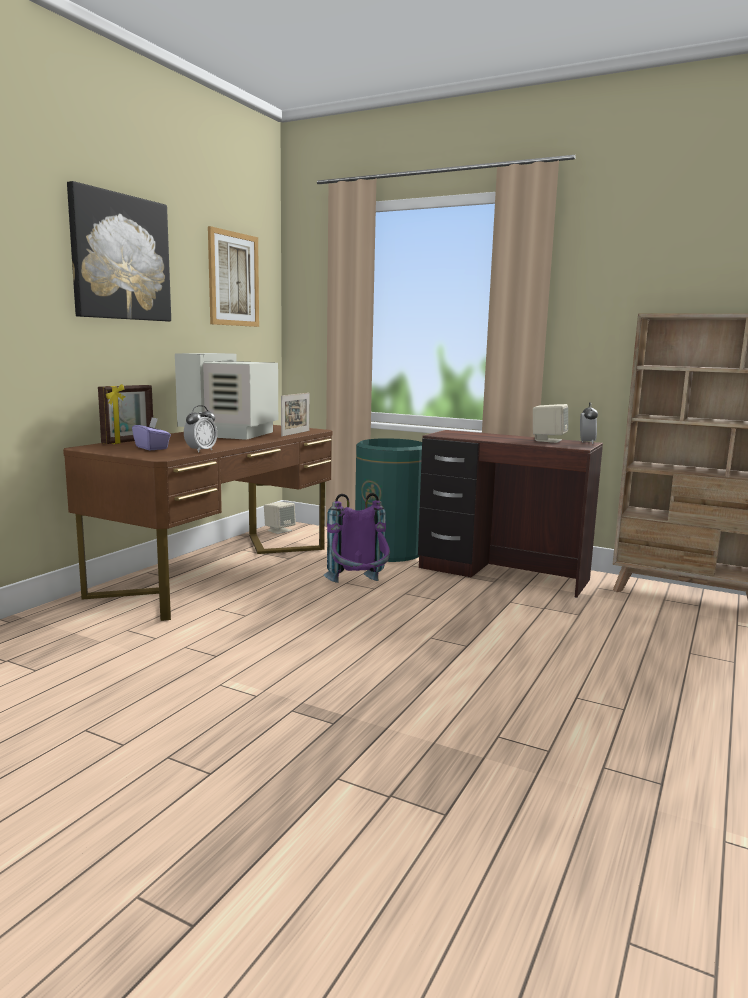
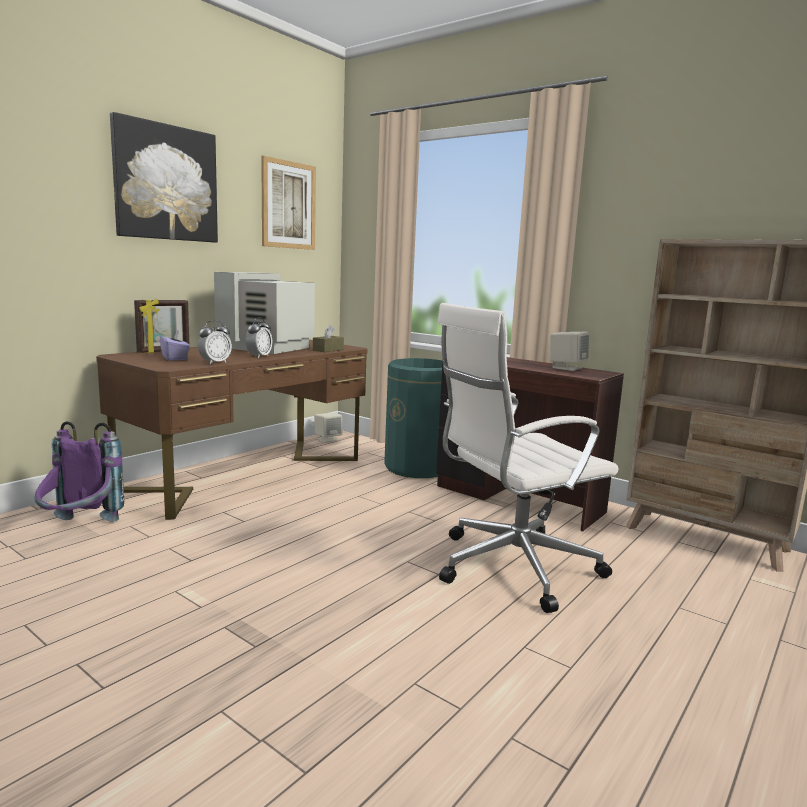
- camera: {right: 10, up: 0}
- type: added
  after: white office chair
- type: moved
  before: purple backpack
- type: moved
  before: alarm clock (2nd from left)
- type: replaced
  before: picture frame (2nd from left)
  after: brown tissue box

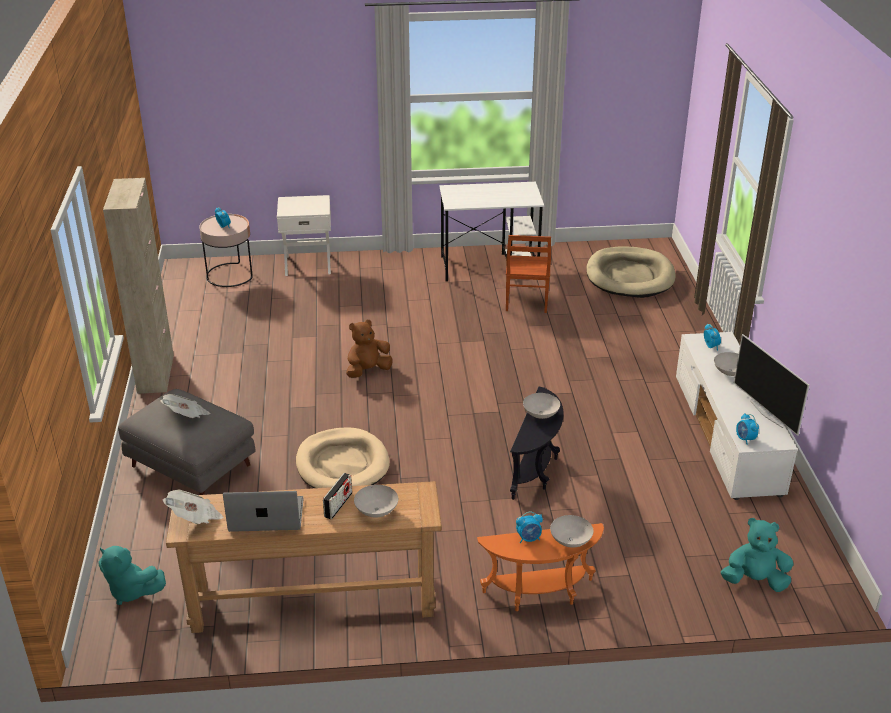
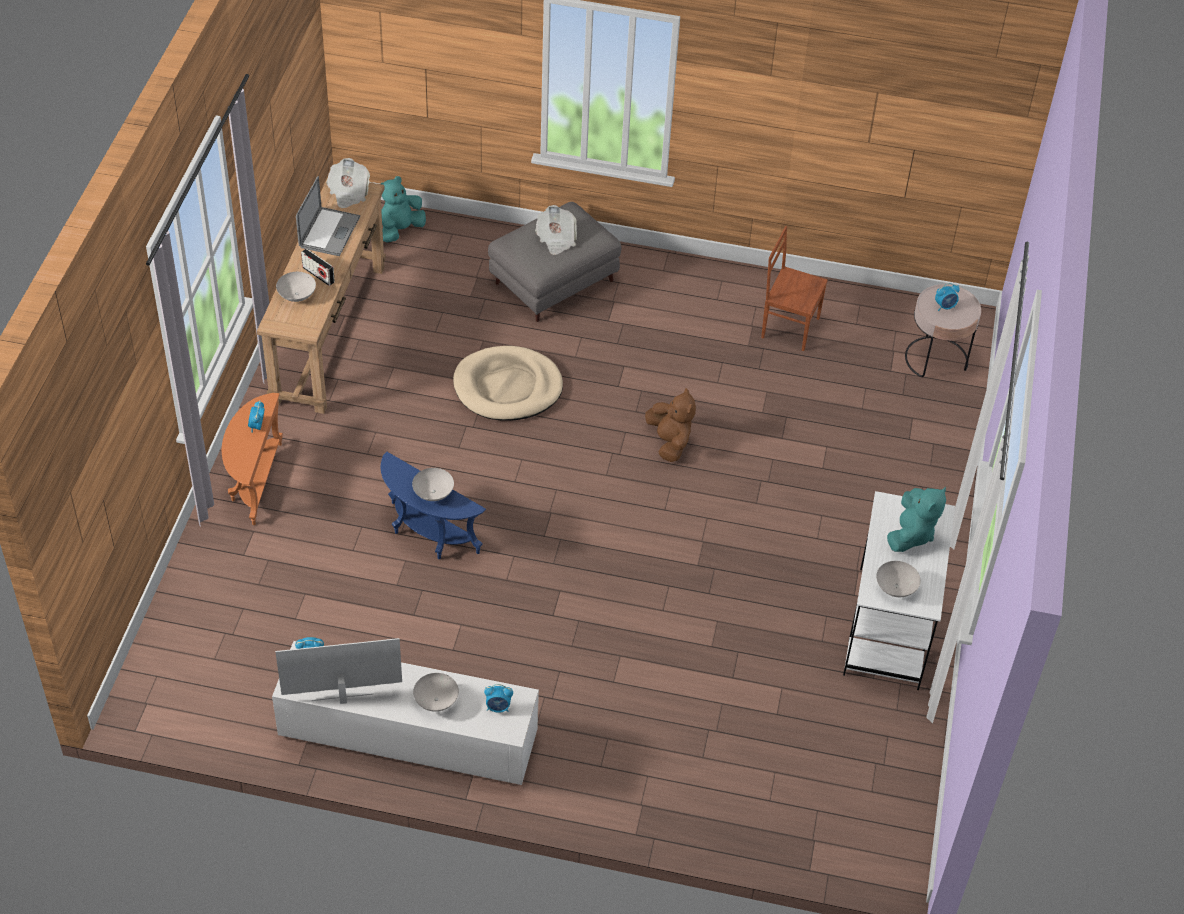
- camera: {right: 105, up: 15}
- type: removed
  before: beige cabinet
- type: removed
  before: white nightstand
- type: removed
  before: beige dog bed (2nd from left)
- type: moved
  before: brown chair
- type: moved
  before: white bowl (3rd from left in the first image)
  after: white bowl (4th from left)
- type: moved
  before: turquoise plush toy (2nd from left)
- type: recoloured
  before: black side table
  after: blue side table

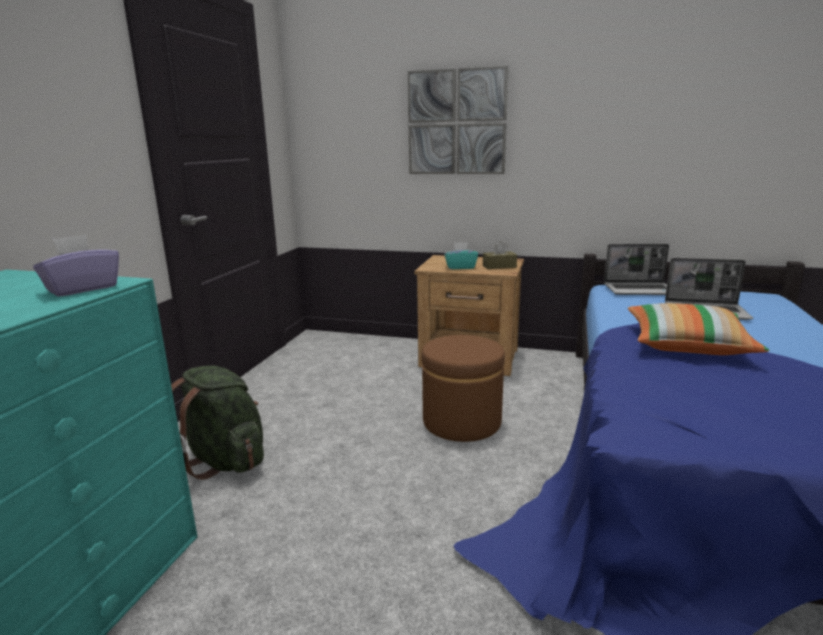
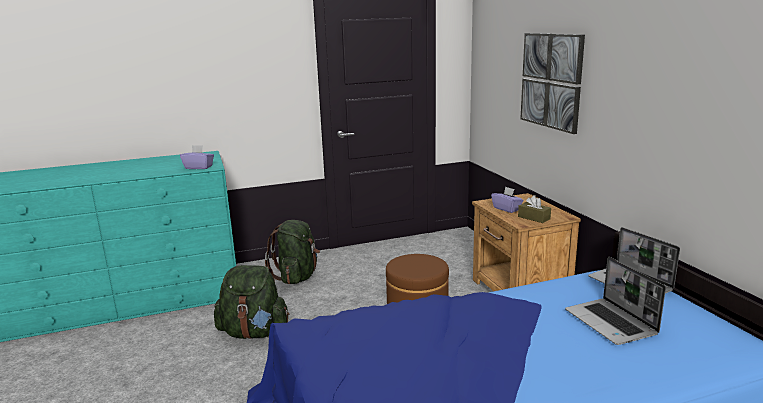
- camera: {right: 55, up: 0}
- type: removed
  before: pillow
- type: added
  after: green backpack (1st from left)
- type: recoloured
  before: turquoise tissue box
  after: purple tissue box (2nd from left)

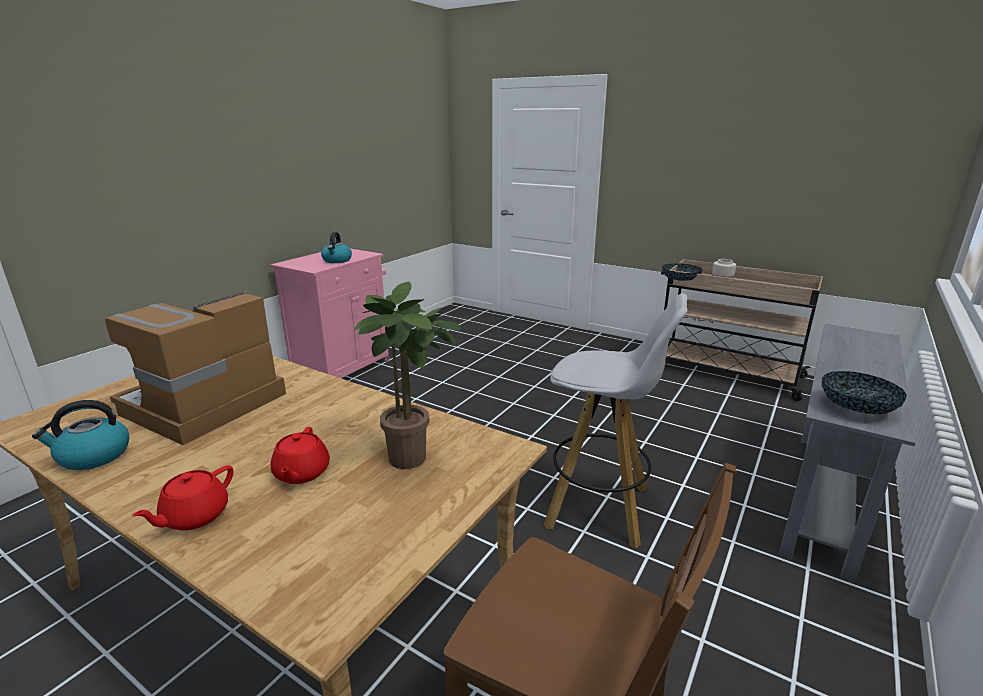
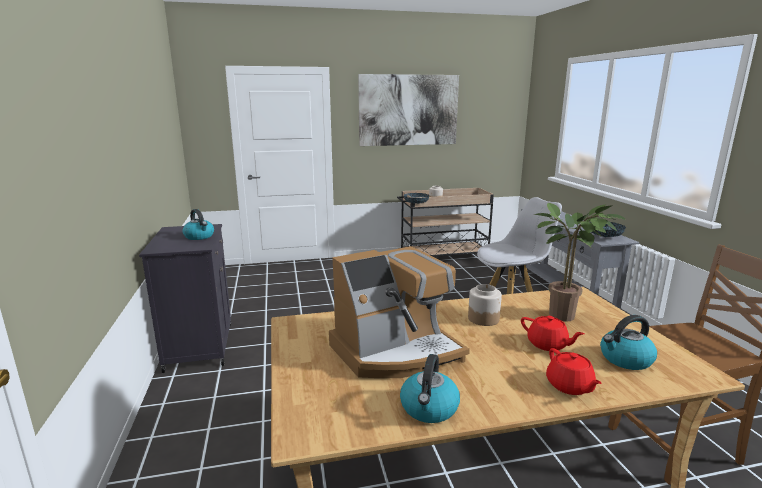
- camera: {right: -45, up: -5}
- type: added
  after: picture
- type: added
  after: jar (2nd from left)
- type: added
  after: kettle (3rd from left)
- type: recoloured
  before: pink cabinet
  after: black cabinet
- type: turned
  before: coffee machine
  turn: -105

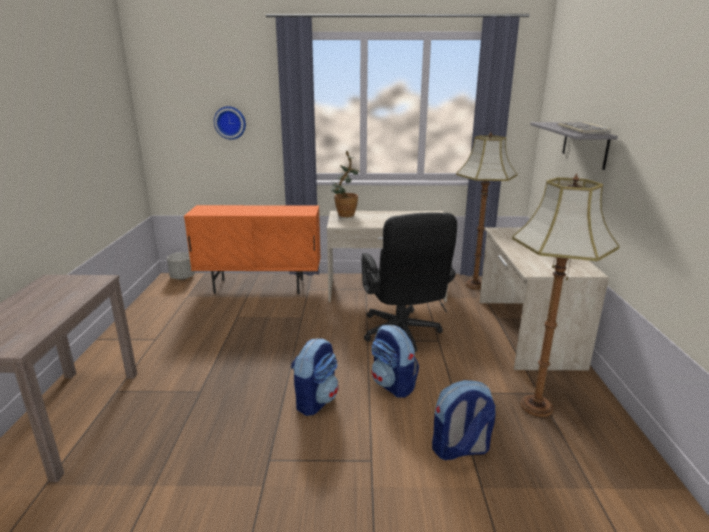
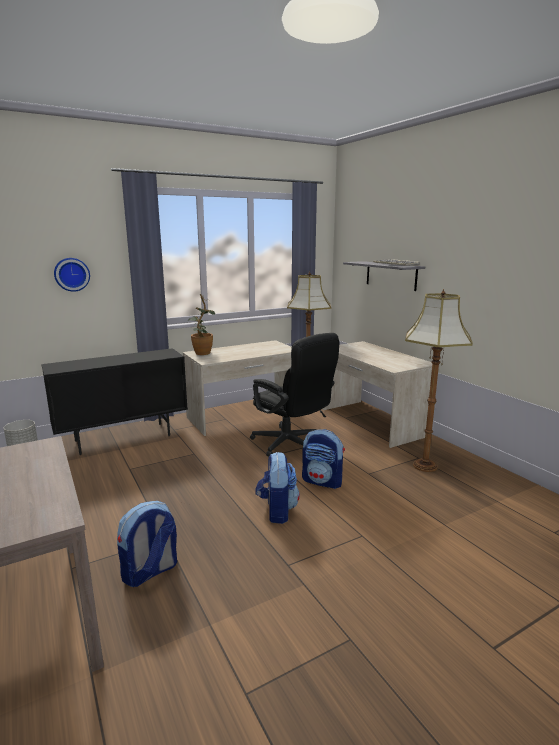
- camera: {right: -30, up: -5}
- type: moved
  before: backpack (3rd from left in the first image)
  after: backpack (1st from left)
- type: recoloured
  before: orange cabinet
  after: black cabinet

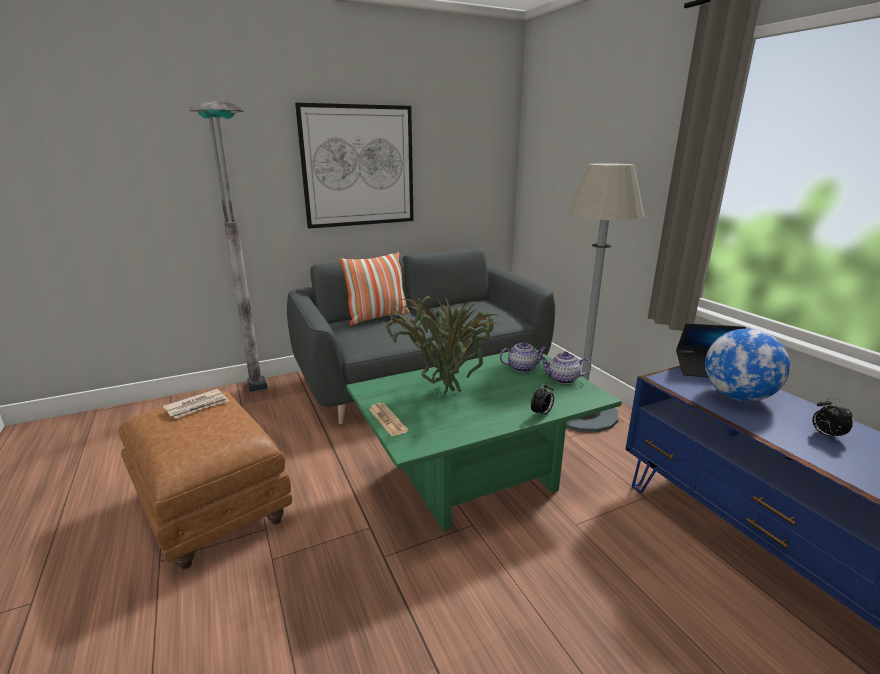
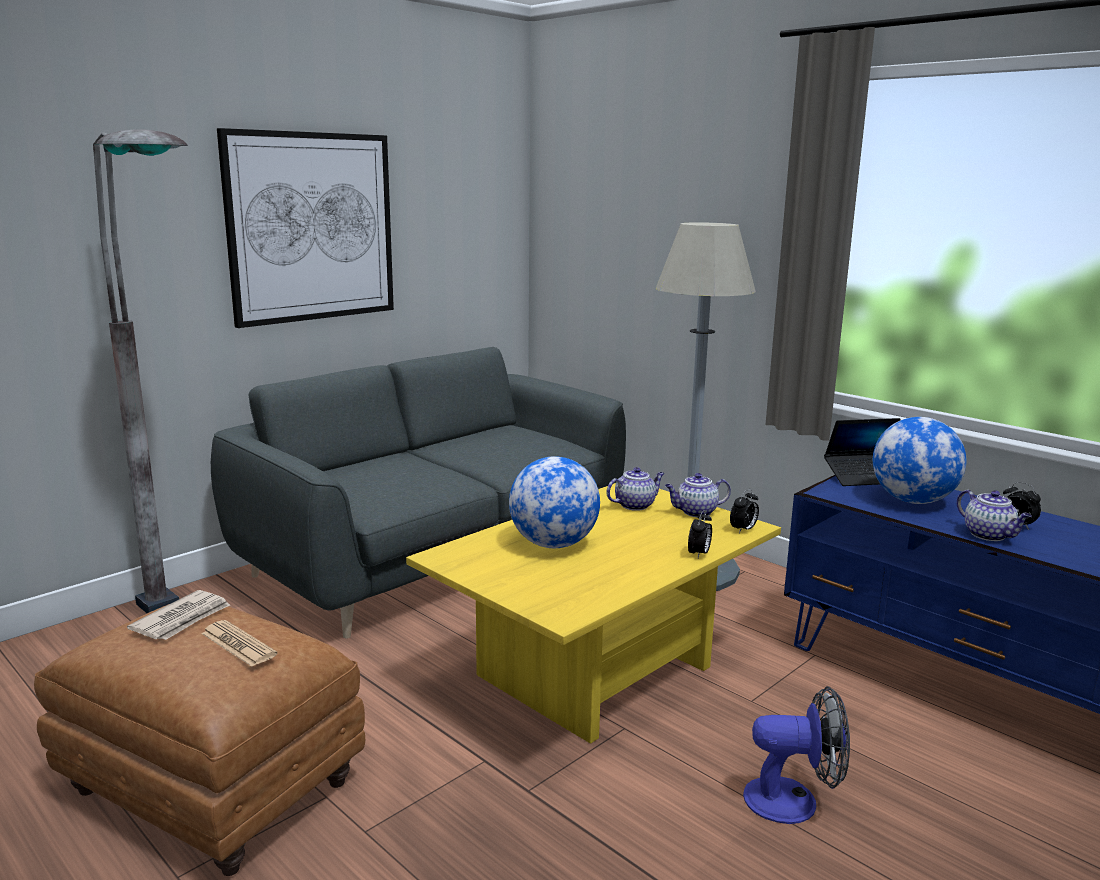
- camera: {right: -20, up: -5}
- type: removed
  before: pillow
- type: added
  after: alarm clock (2nd from left)
- type: added
  after: fan
- type: added
  after: teapot (3rd from left)
- type: moved
  before: newspaper (2nd from left)
- type: replaced
  before: potted plant
  after: globe (1st from left)
- type: recoloured
  before: green coffee table
  after: yellow coffee table

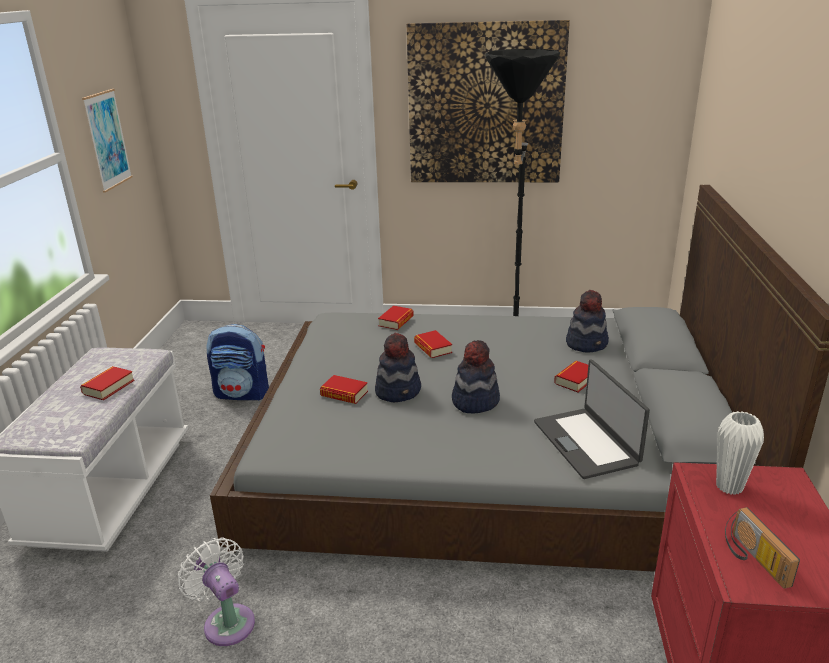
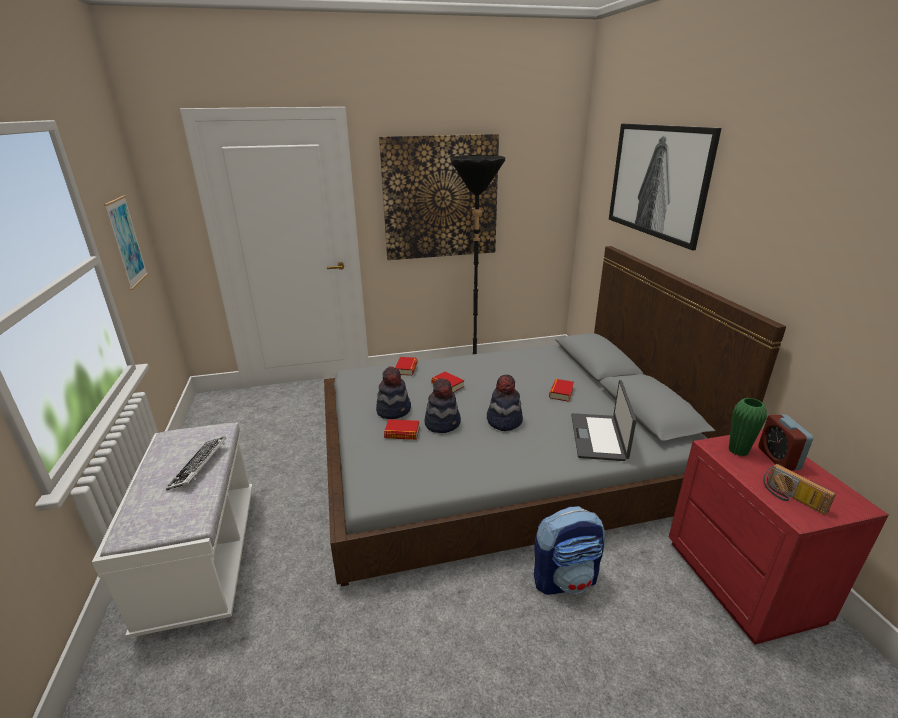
- camera: {right: -20, up: 0}
- type: removed
  before: white fan
- type: added
  after: picture (3rd from left)
- type: added
  after: alarm clock
- type: moved
  before: backpack
- type: moved
  before: hat (3rd from left in the first image)
  after: hat (1st from left)
- type: replaced
  before: book (1st from left)
  after: keyboard
- type: recoloured
  before: white vase
  after: green vase
- type: turned
  before: laptop
  turn: 45

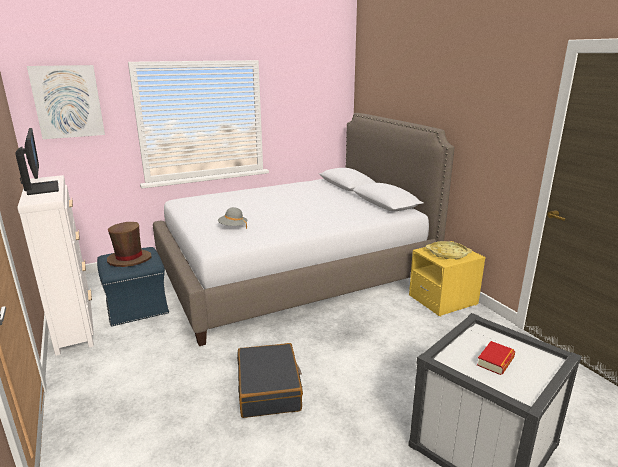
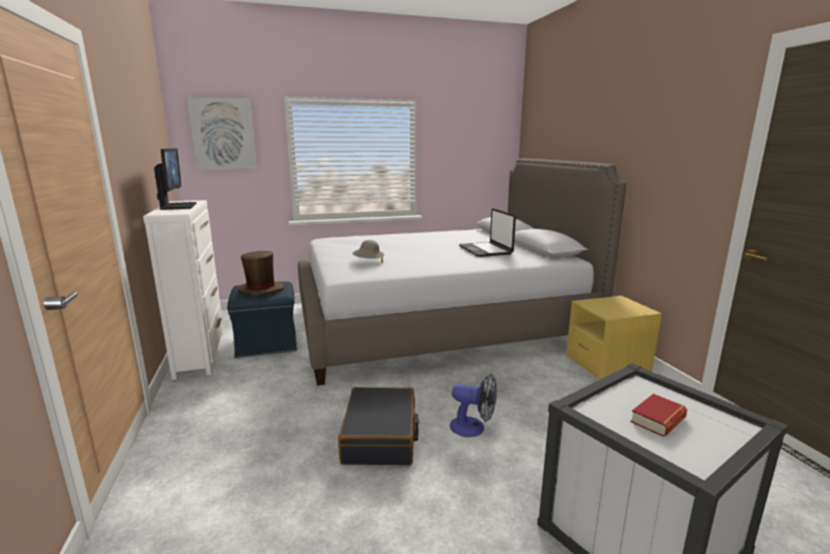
- camera: {right: 10, up: -5}
- type: removed
  before: yellow tray
- type: added
  after: fan
- type: added
  after: laptop

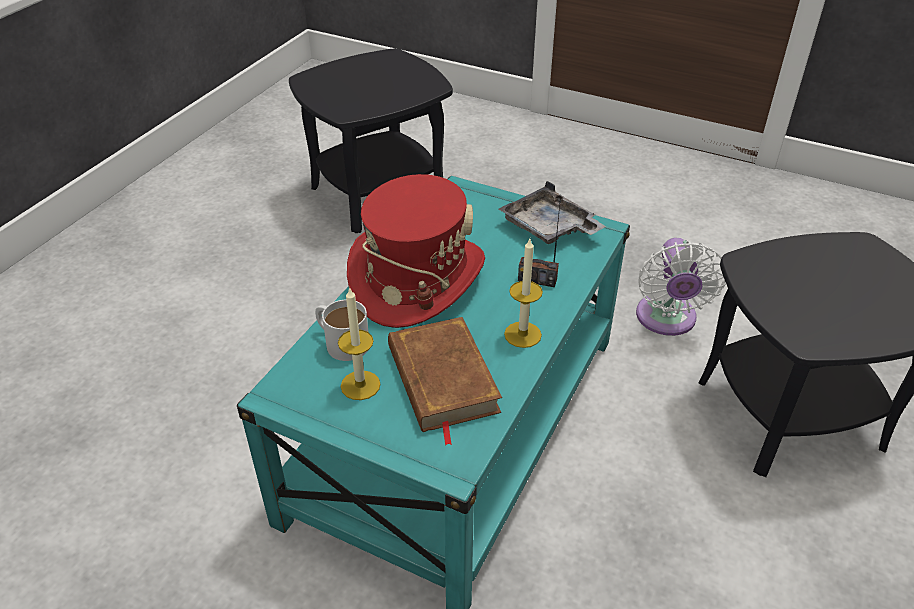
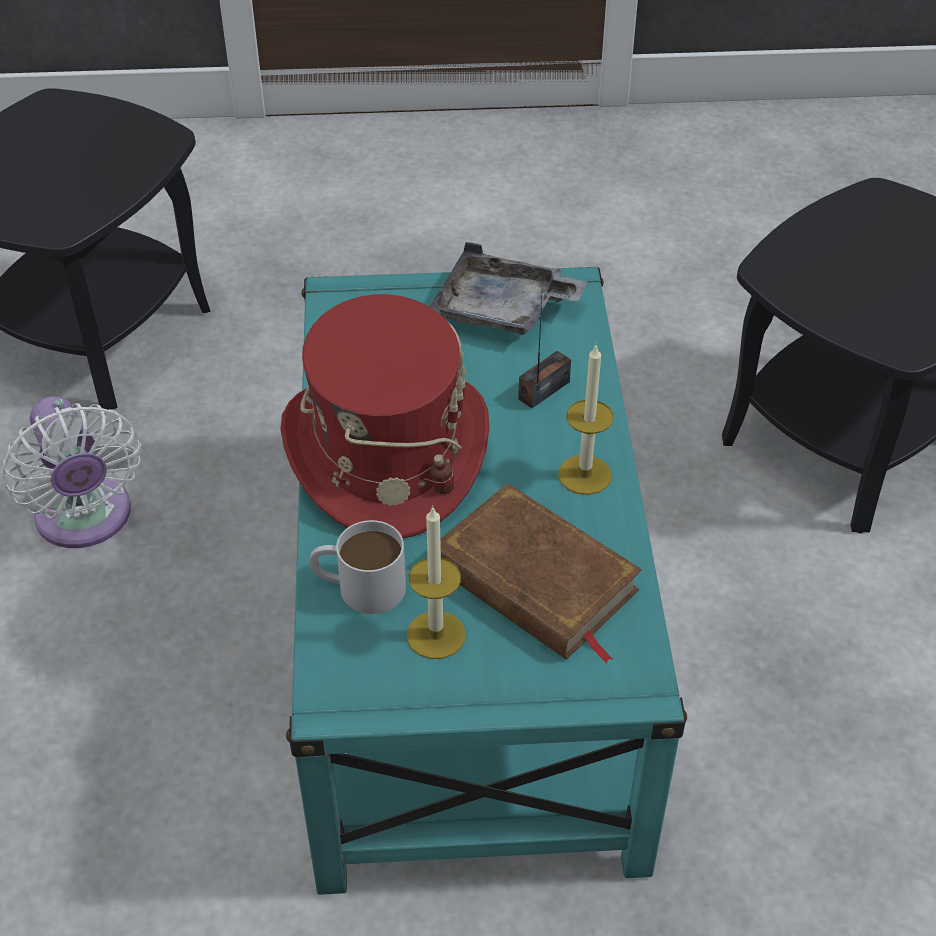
- camera: {right: -30, up: 5}
- type: moved
  before: white fan
- type: turned
  before: radio
  turn: 150

